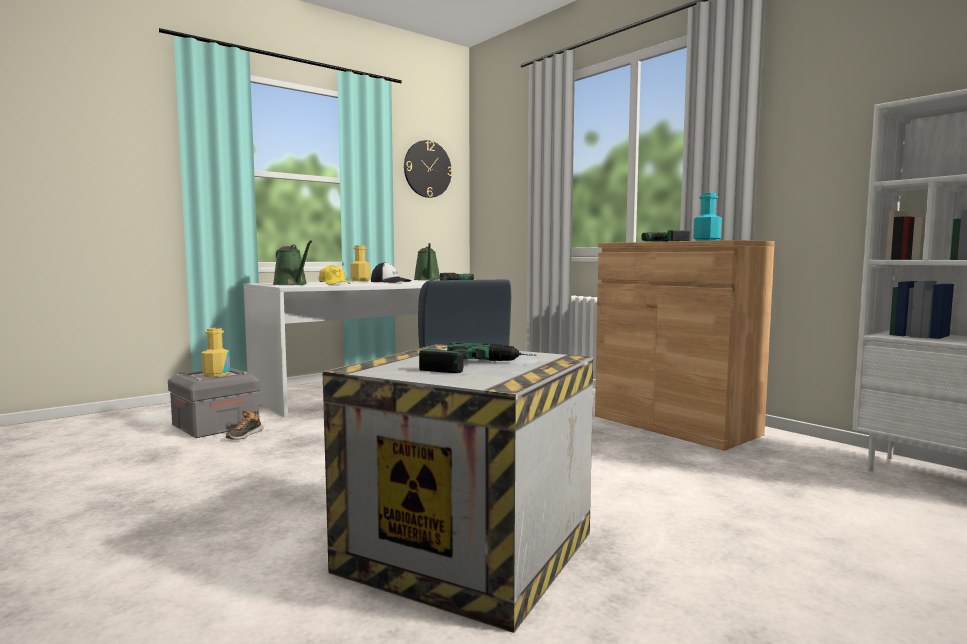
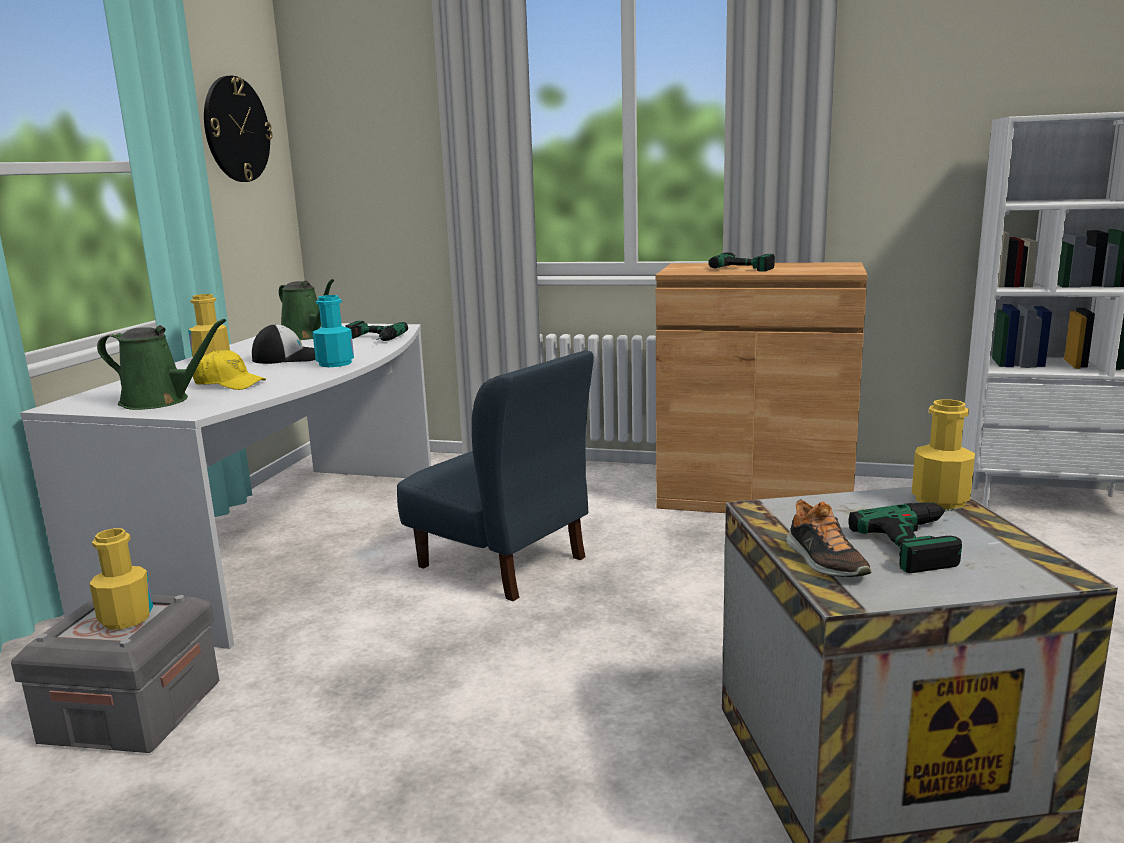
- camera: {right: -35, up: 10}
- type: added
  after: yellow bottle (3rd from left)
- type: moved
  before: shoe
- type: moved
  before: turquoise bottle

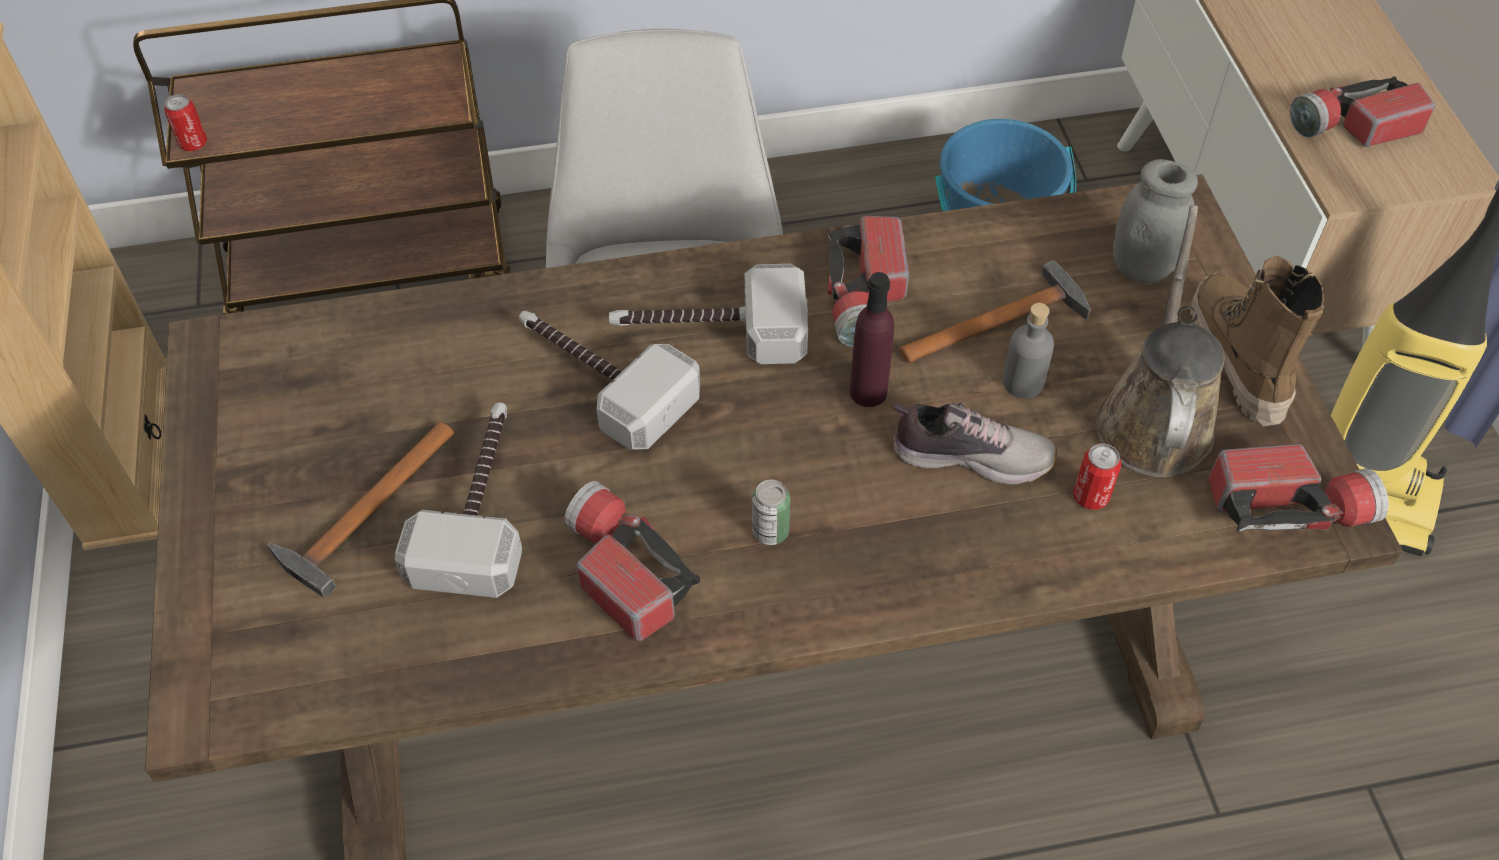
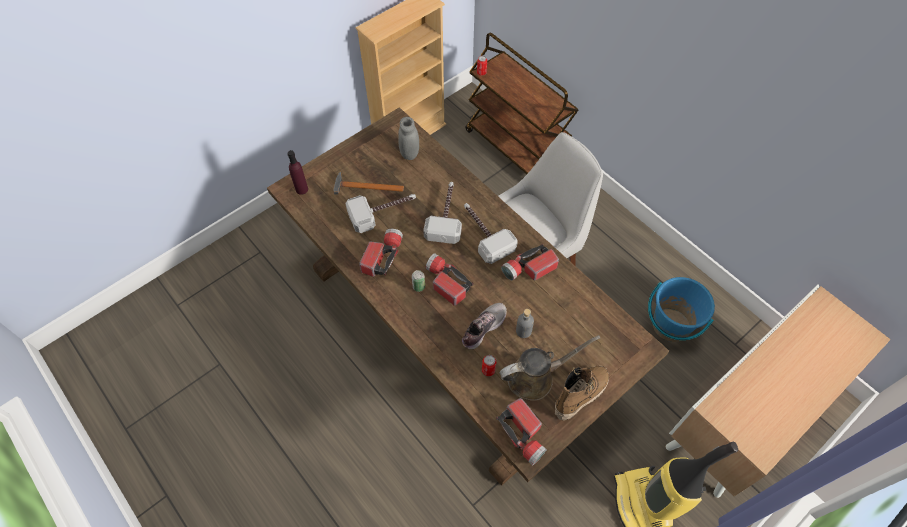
- camera: {right: 60, up: 5}
- type: removed
  before: hammer (5th from left)
- type: moved
  before: purple bottle
- type: moved
  before: grey jar
- type: moved
  before: flashlight (4th from left in the first image)
  after: flashlight (2nd from left)
- type: turned
  before: shoe
  turn: -120

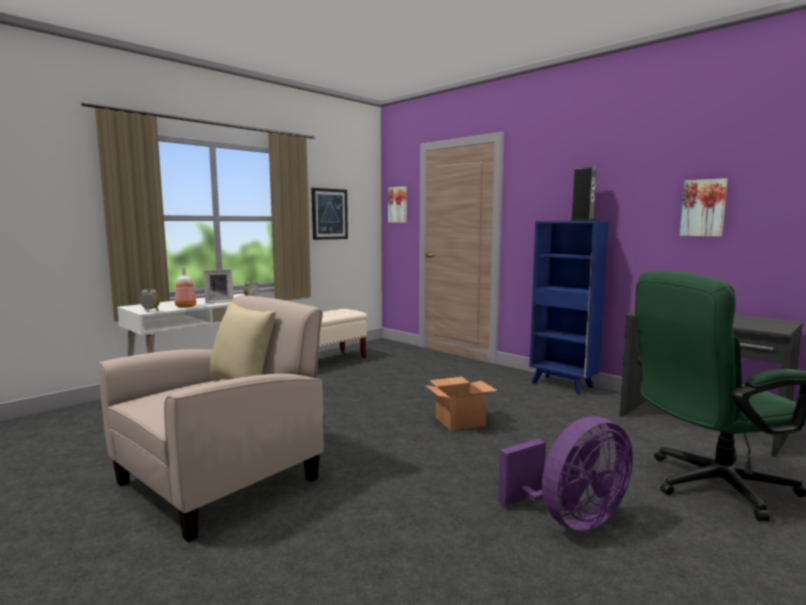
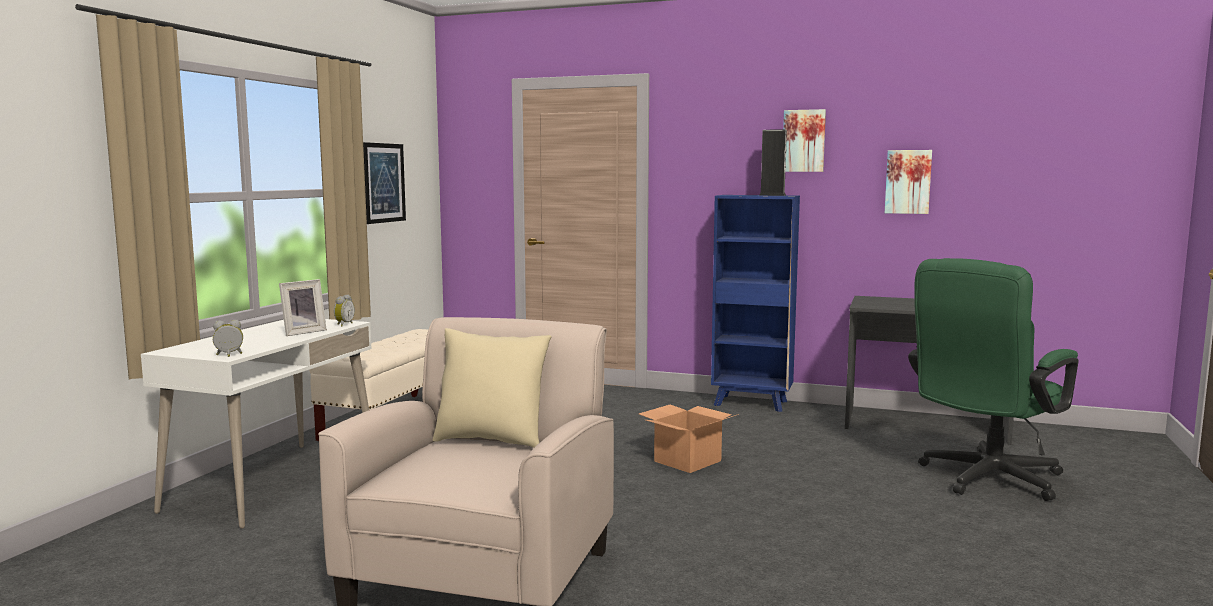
- camera: {right: -25, up: 0}
- type: removed
  before: bottle
- type: removed
  before: purple fan
- type: moved
  before: picture (2nd from left)

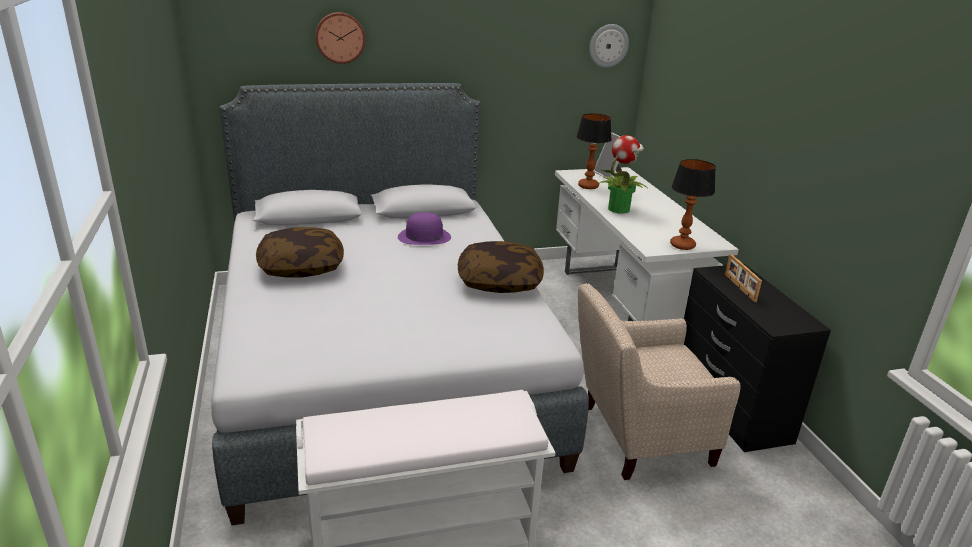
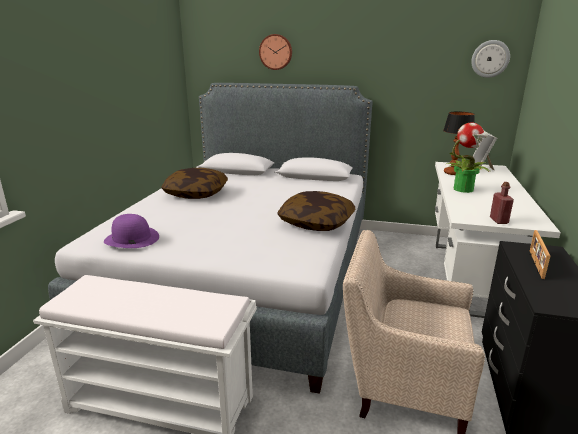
- camera: {right: 30, up: -5}
- type: moved
  before: purple hat
- type: replaced
  before: table lamp (2nd from left)
  after: red bottle

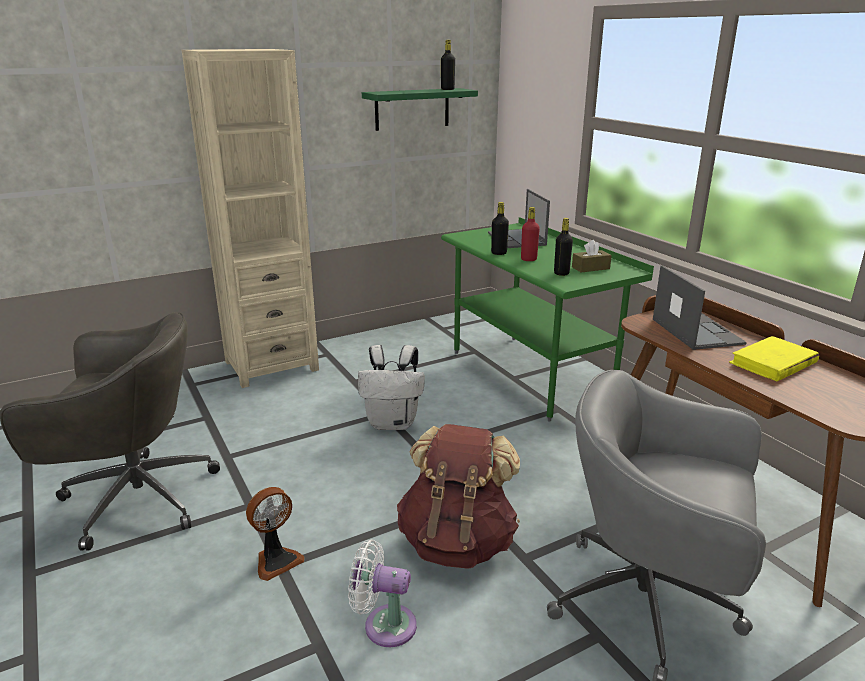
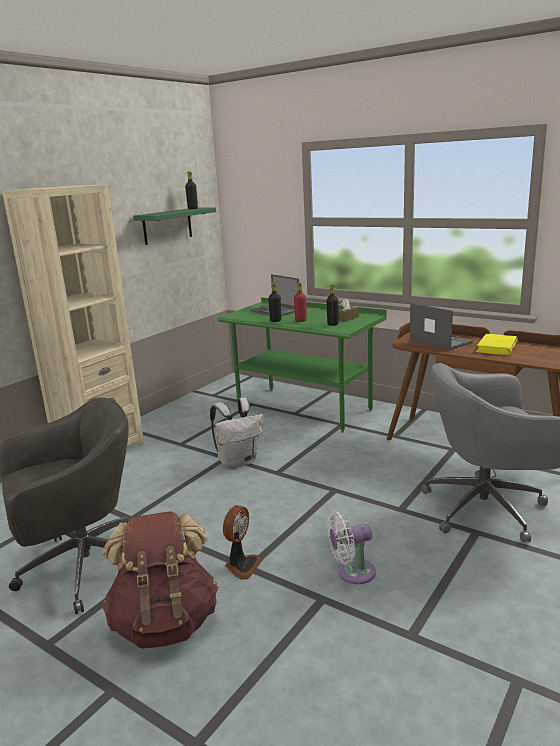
- camera: {right: -25, up: -5}
- type: moved
  before: brown backpack

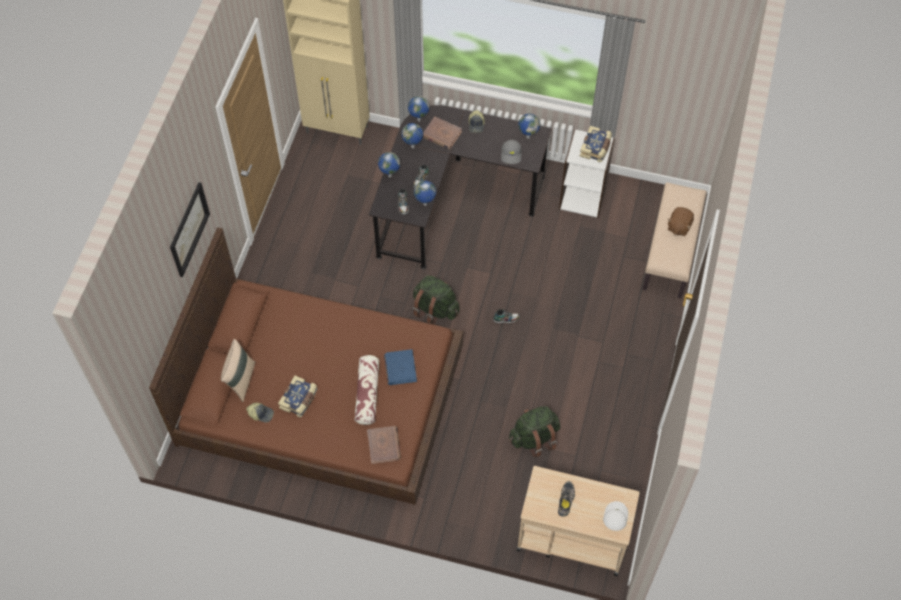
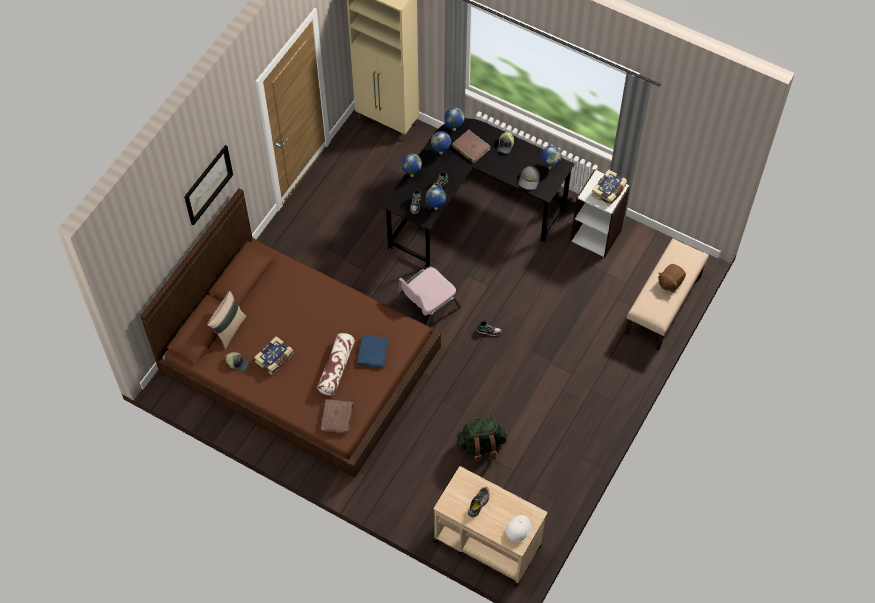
- camera: {right: 15, up: 0}
- type: replaced
  before: green backpack (1st from left)
  after: pink chair

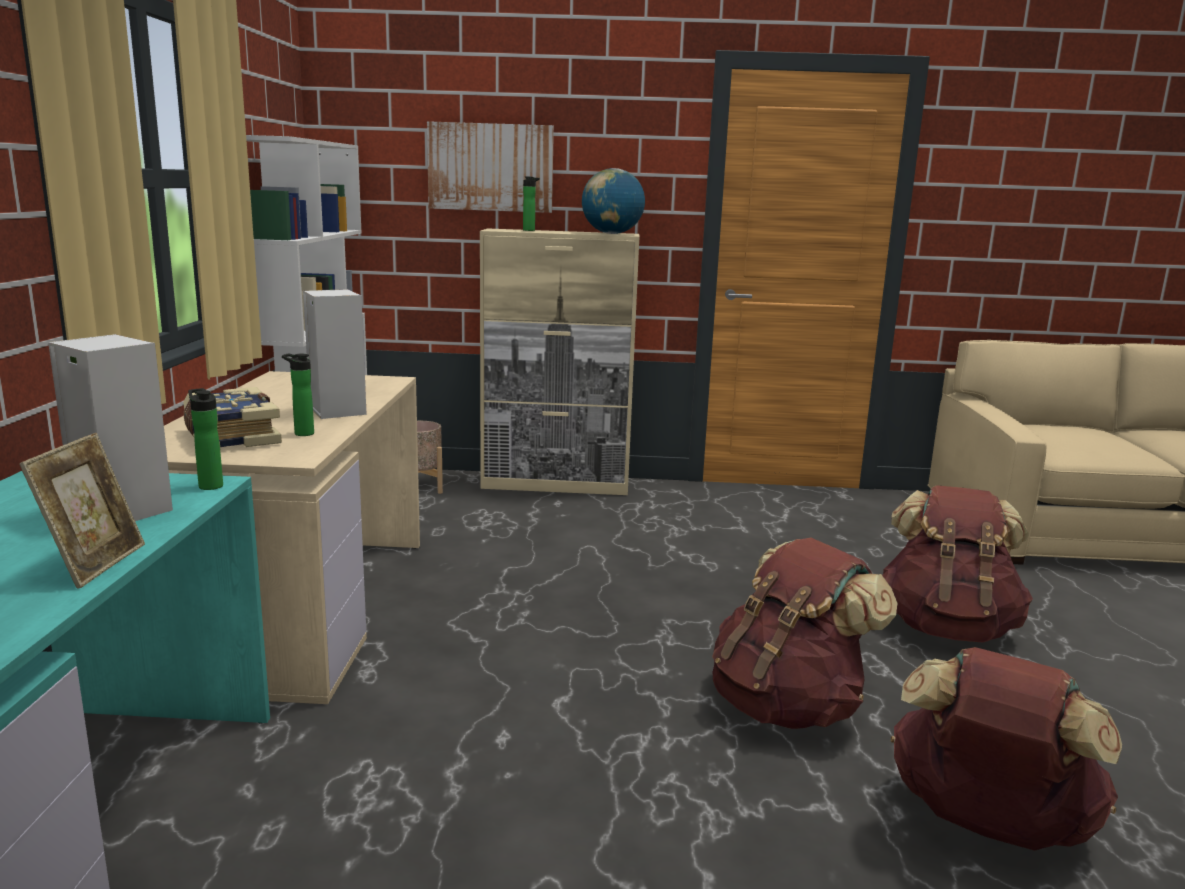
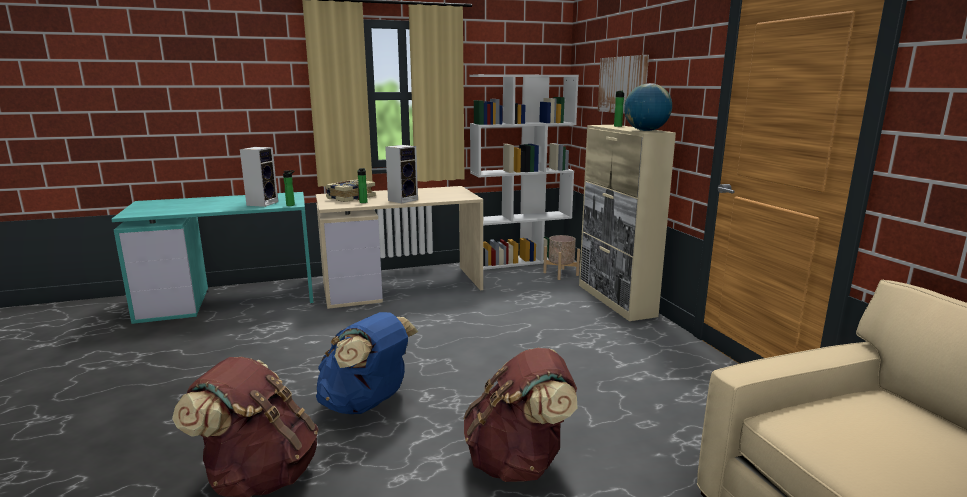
- camera: {right: 70, up: 0}
- type: removed
  before: picture frame
- type: recoloured
  before: brown backpack (1st from left)
  after: blue backpack

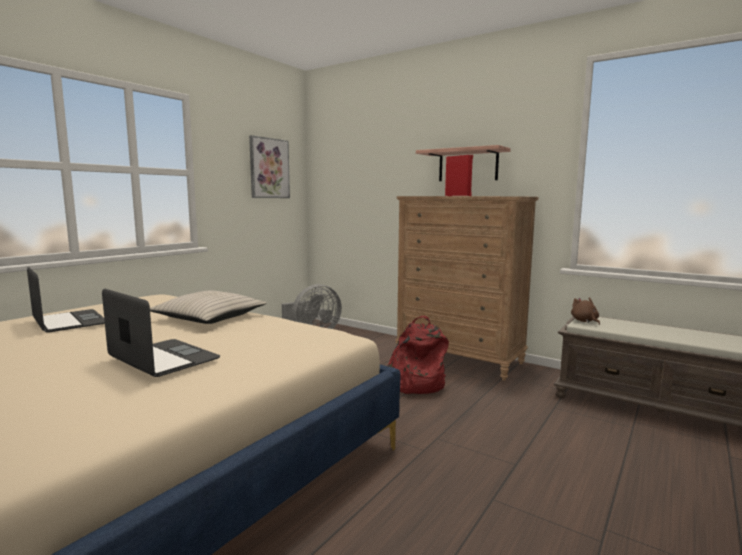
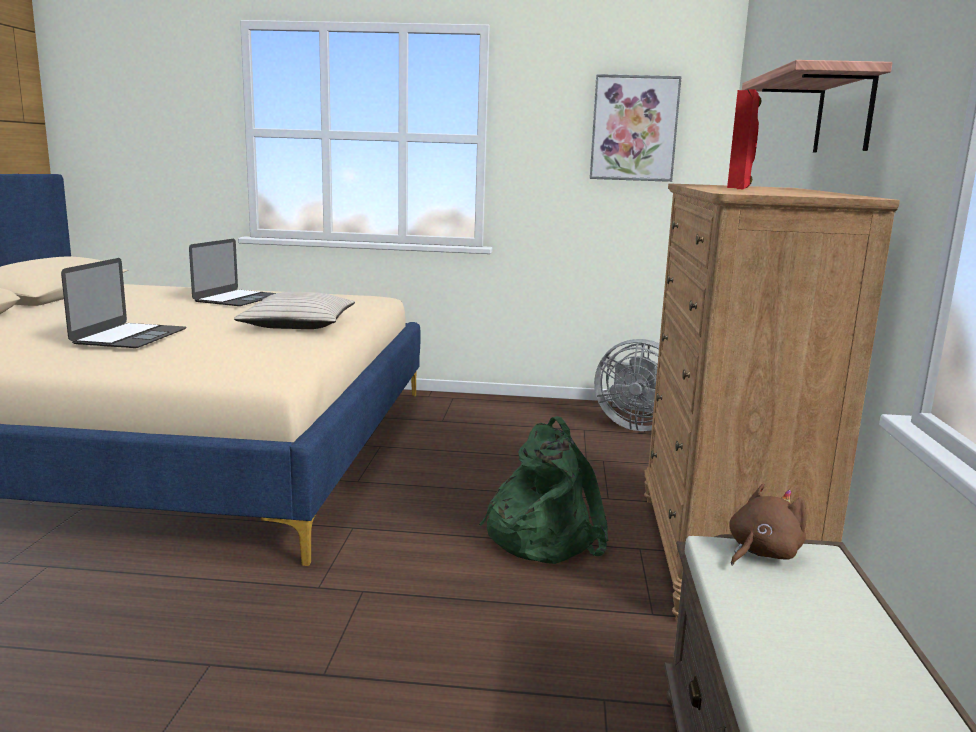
- camera: {right: 60, up: 5}
- type: recoloured
  before: red backpack
  after: green backpack

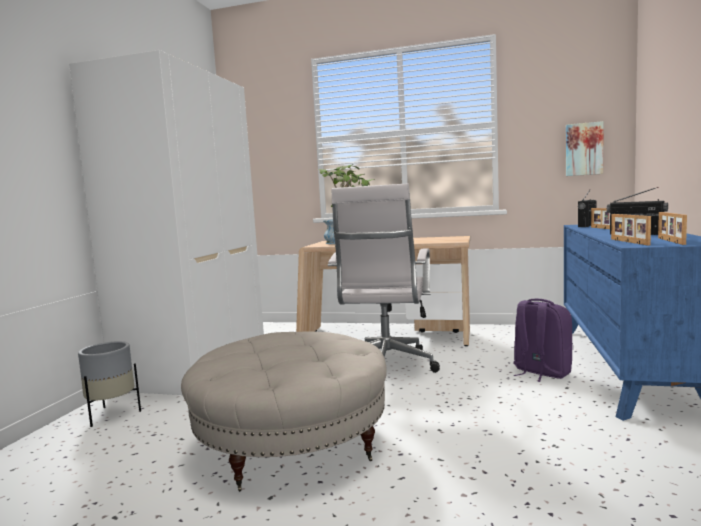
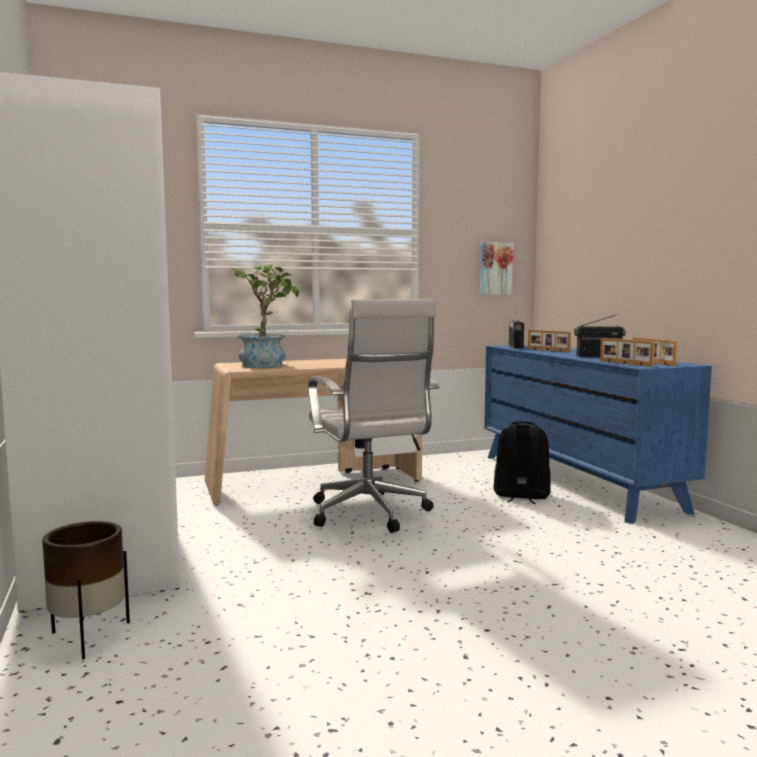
- camera: {right: -35, up: 0}
- type: removed
  before: beige ottoman
- type: recoloured
  before: grey planter
  after: brown planter
- type: recoloured
  before: purple backpack
  after: black backpack

